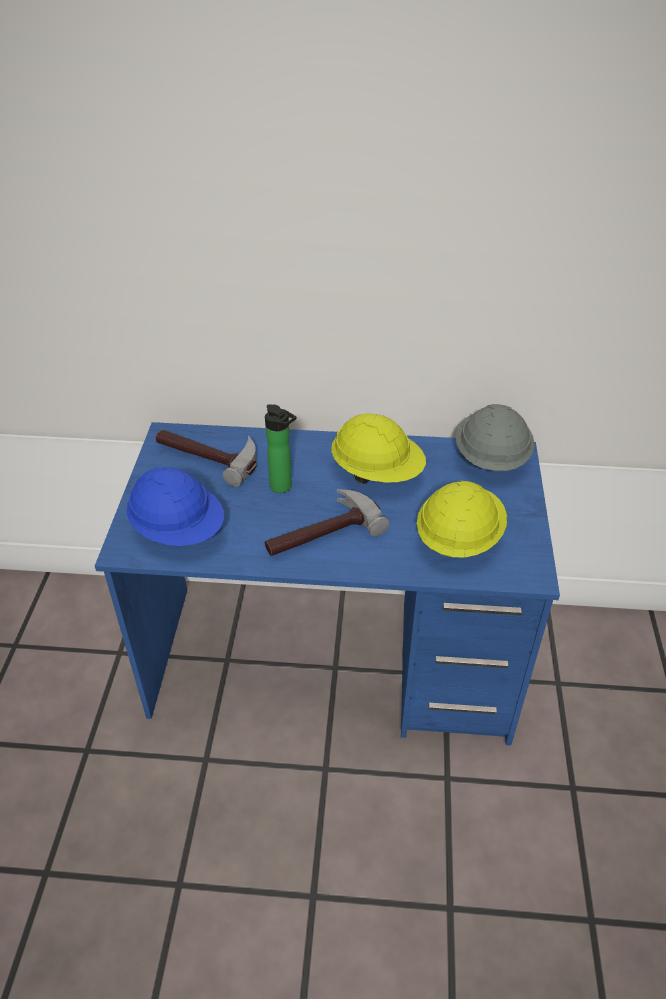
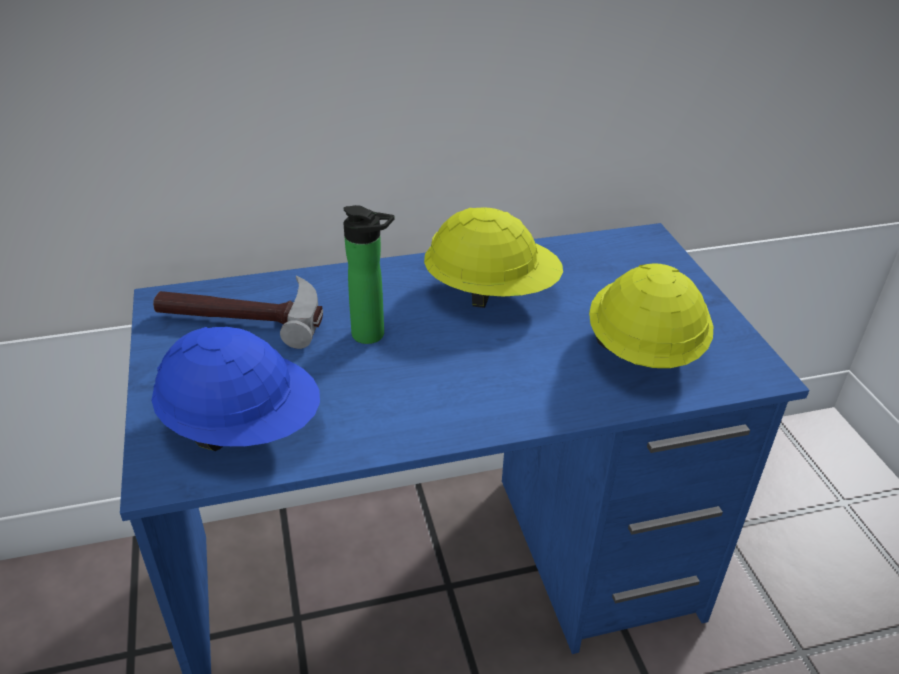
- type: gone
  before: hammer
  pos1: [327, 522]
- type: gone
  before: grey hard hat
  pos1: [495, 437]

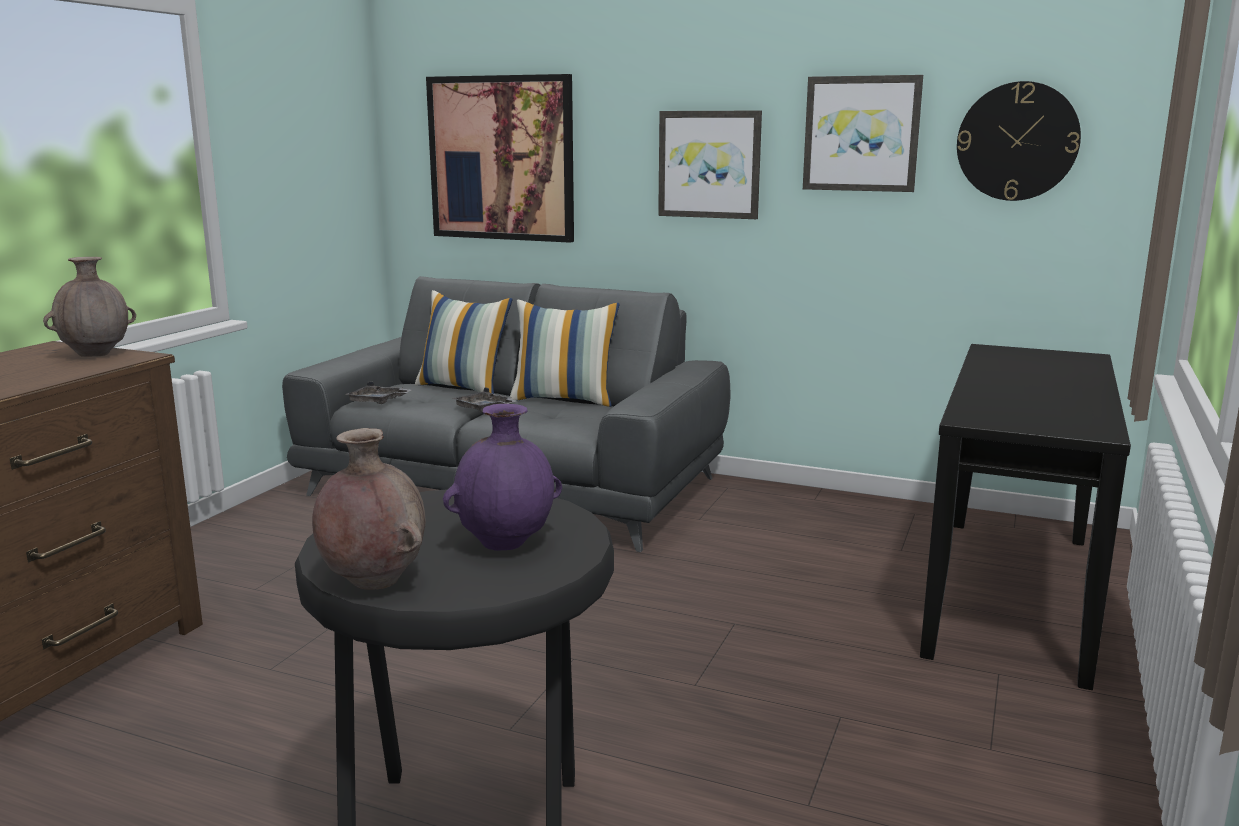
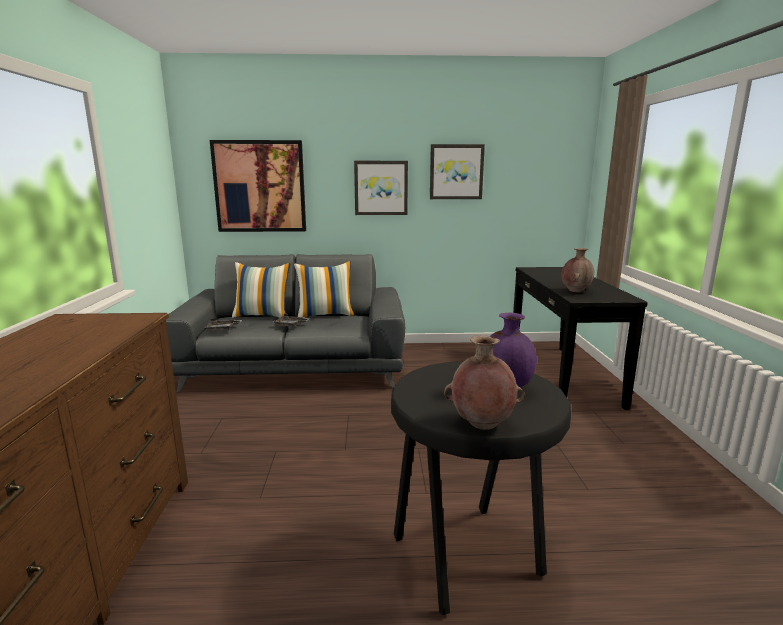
- type: shifted
  before: brown vase
  pos1: [89, 307]
  pos2: [578, 270]
- type: gone
  before: wall clock
  pos1: [1019, 141]

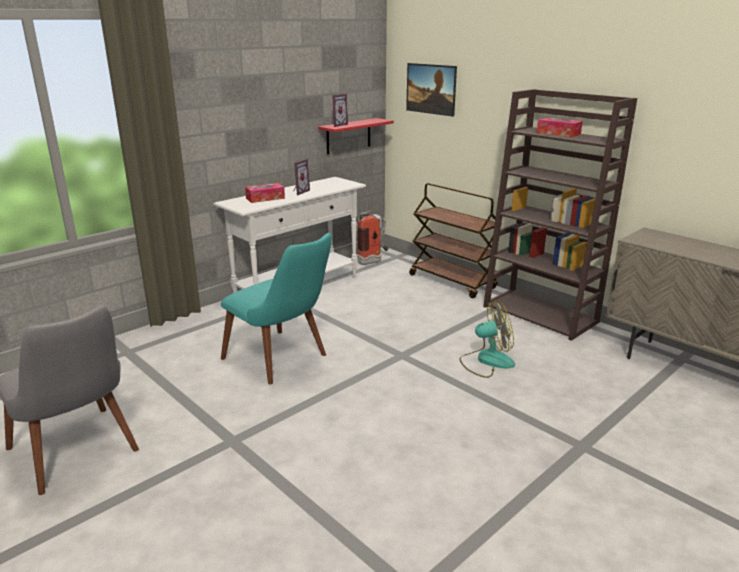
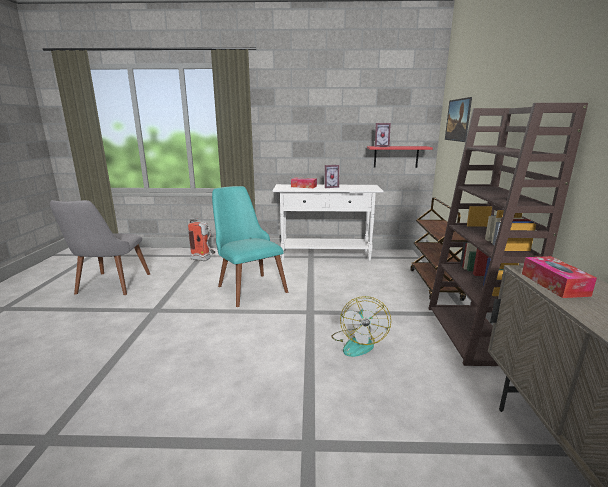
- type: shifted
  before: fire extinguisher
  pos1: [373, 237]
  pos2: [201, 239]
- type: rotated
  before: turquoise chair
  pos1: [276, 308]
  pos2: [250, 246]
  turn: 150
- type: rotated
  before: fan
  pos1: [487, 339]
  pos2: [361, 326]
  turn: 60
- type: shifted
  before: tissue box
  pos1: [560, 127]
  pos2: [559, 277]

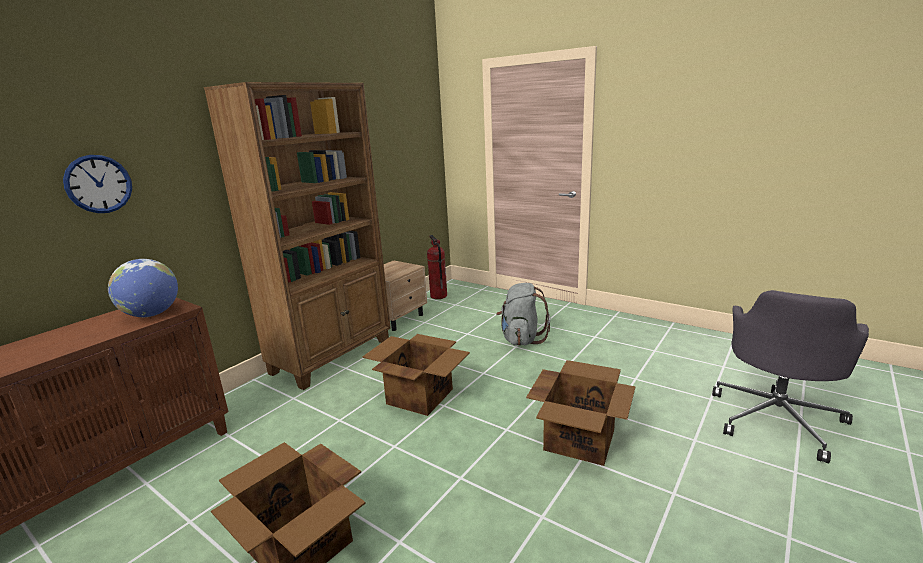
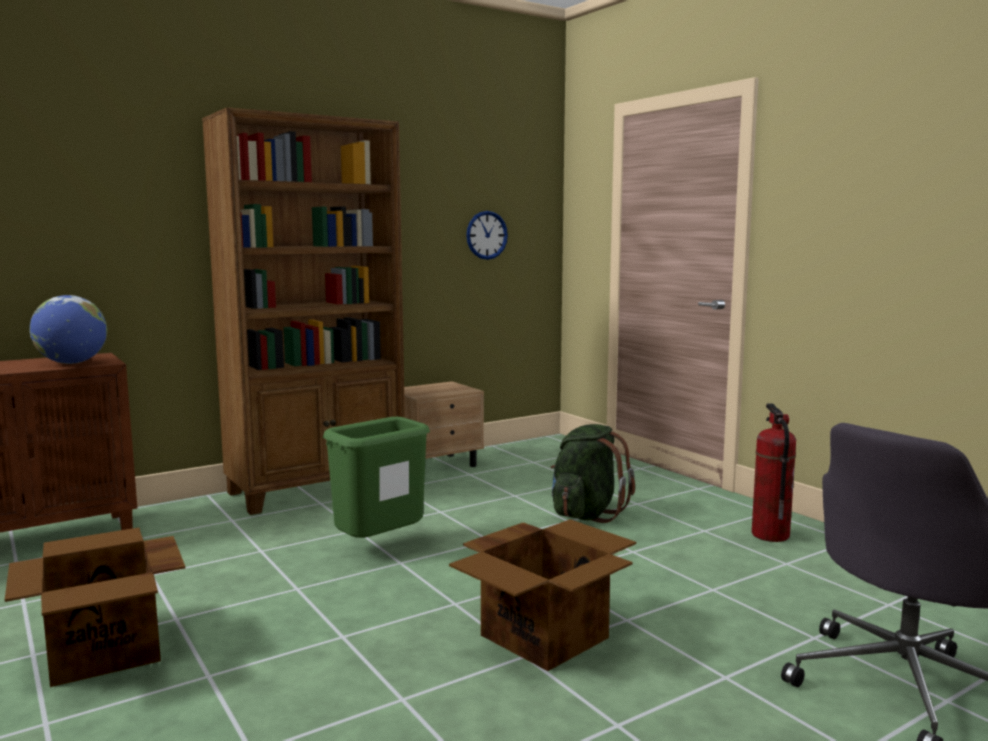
- type: swapped
  before: cardboard box
  after: green trash can
  pos1: [416, 375]
  pos2: [376, 477]
- type: shifted
  before: wall clock
  pos1: [97, 184]
  pos2: [487, 235]
- type: repainted
  before: grey backpack
  after: green backpack
  pos1: [523, 314]
  pos2: [593, 473]
- type: shifted
  before: fire extinguisher
  pos1: [437, 267]
  pos2: [774, 472]

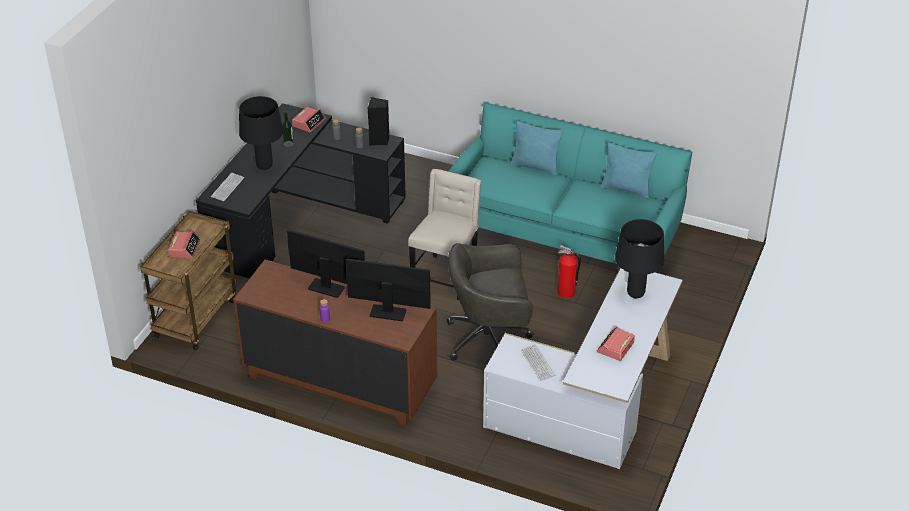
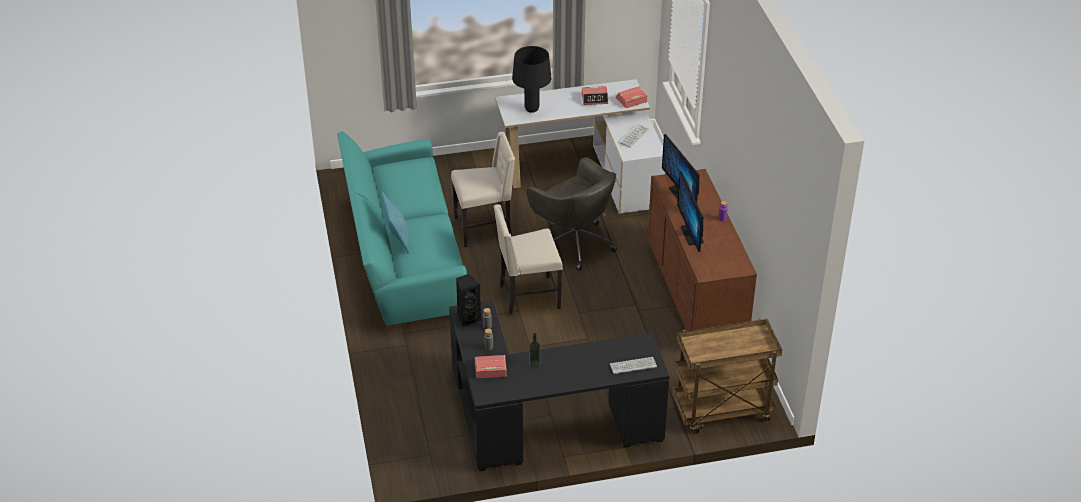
- type: swapped
  before: fire extinguisher
  after: beige chair
  pos1: [569, 272]
  pos2: [483, 189]
- type: shifted
  before: alarm clock
  pos1: [184, 245]
  pos2: [631, 97]
- type: gone
  before: black table lamp
  pos1: [261, 133]
- type: gone
  before: turquoise pillow
  pos1: [629, 170]

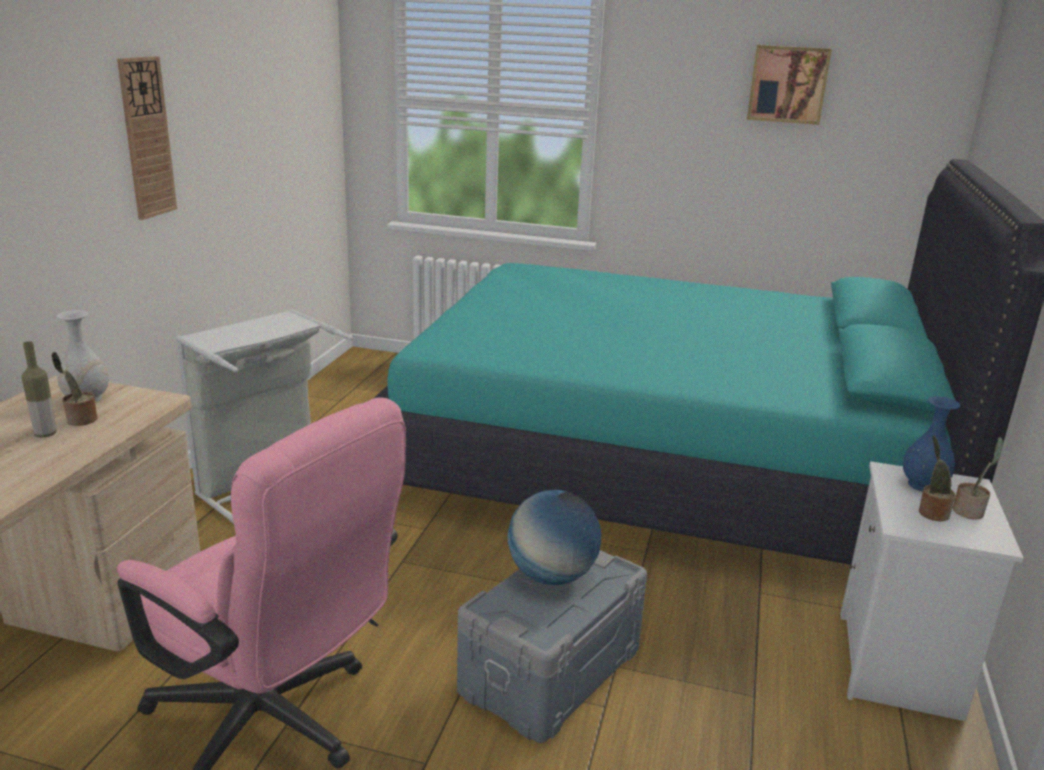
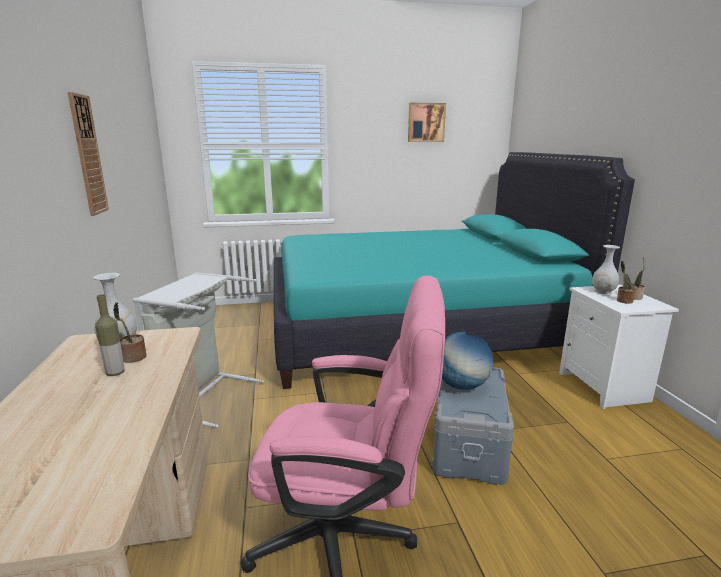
- type: repainted
  before: blue vase
  after: white vase
  pos1: [931, 444]
  pos2: [606, 269]

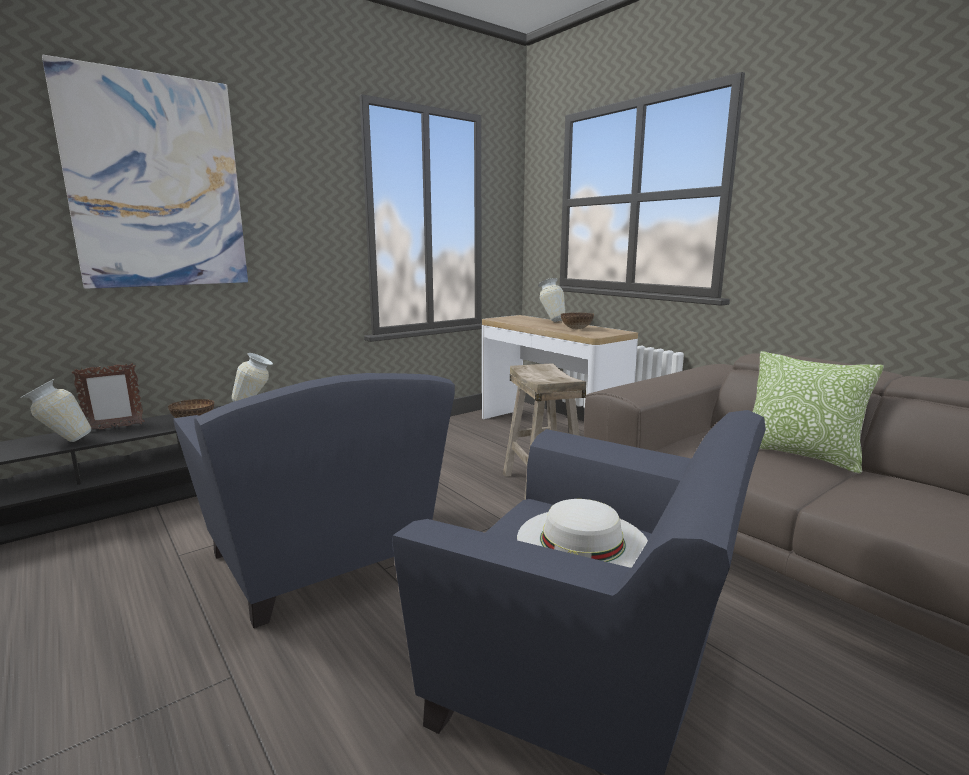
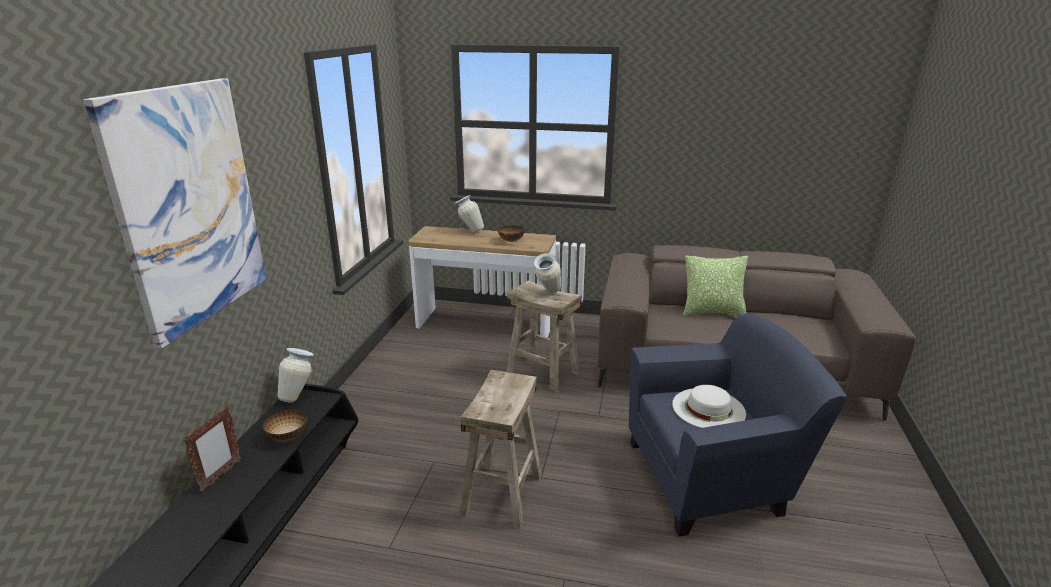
- type: swapped
  before: blue armchair
  after: beige stool
  pos1: [314, 500]
  pos2: [500, 449]
- type: shifted
  before: vase
  pos1: [56, 410]
  pos2: [547, 273]

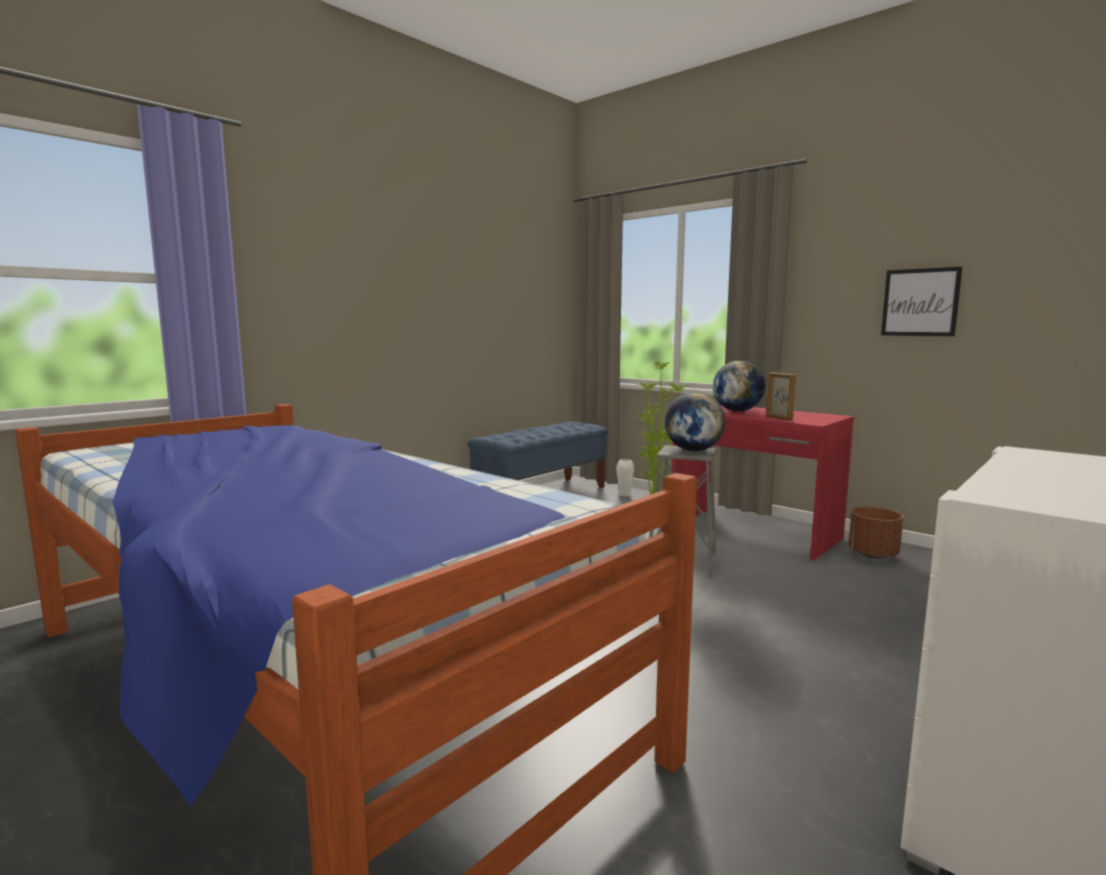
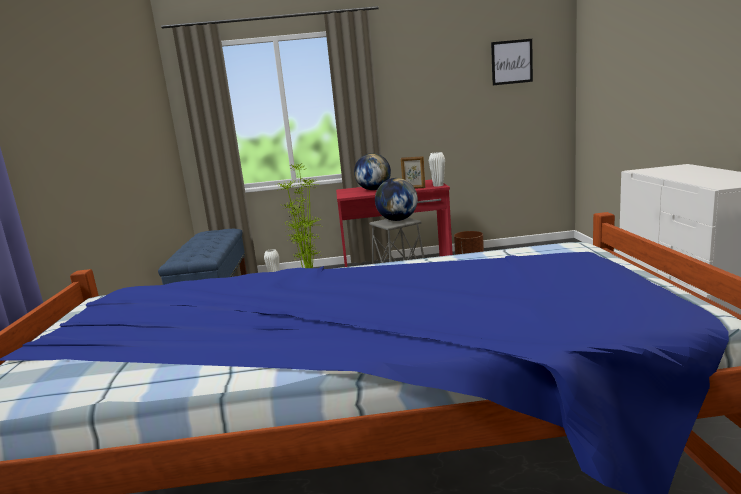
- type: new
  after: white vase
  pos2: [437, 169]
- type: shifted
  before: picture
  pos1: [921, 301]
  pos2: [512, 62]

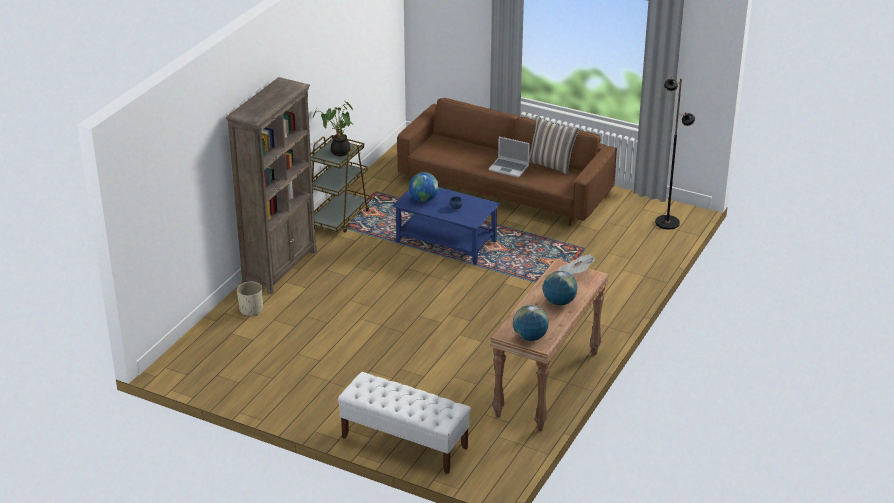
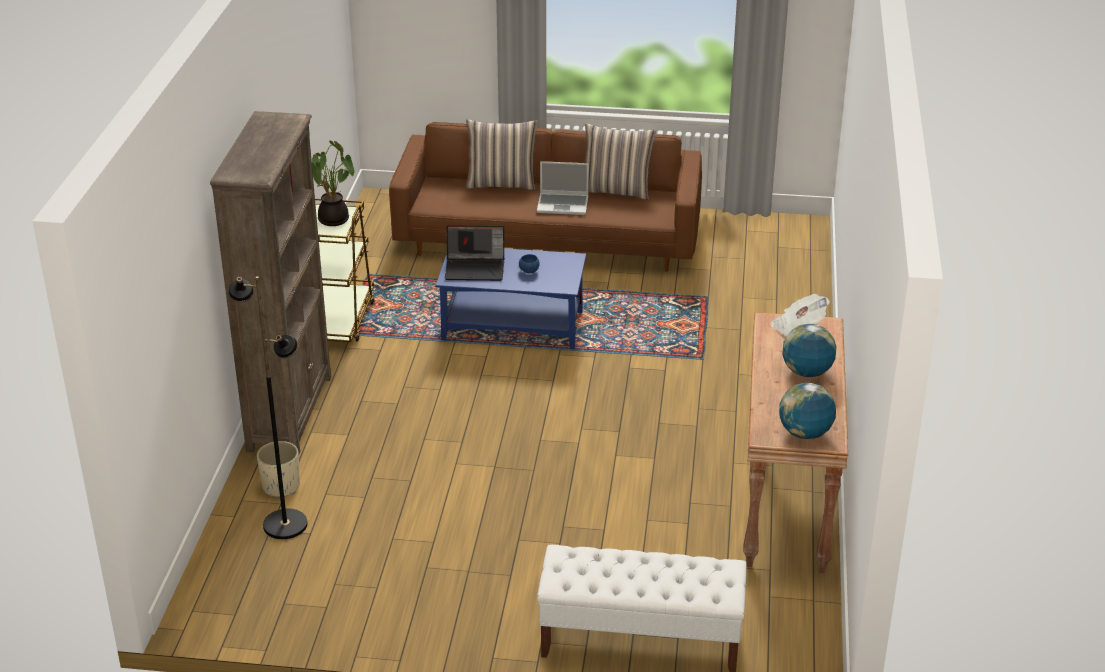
- type: shifted
  before: black floor lamp
  pos1: [675, 153]
  pos2: [267, 407]
- type: swapped
  before: globe
  after: laptop
  pos1: [424, 187]
  pos2: [474, 253]
- type: new
  after: pillow
  pos2: [502, 154]

